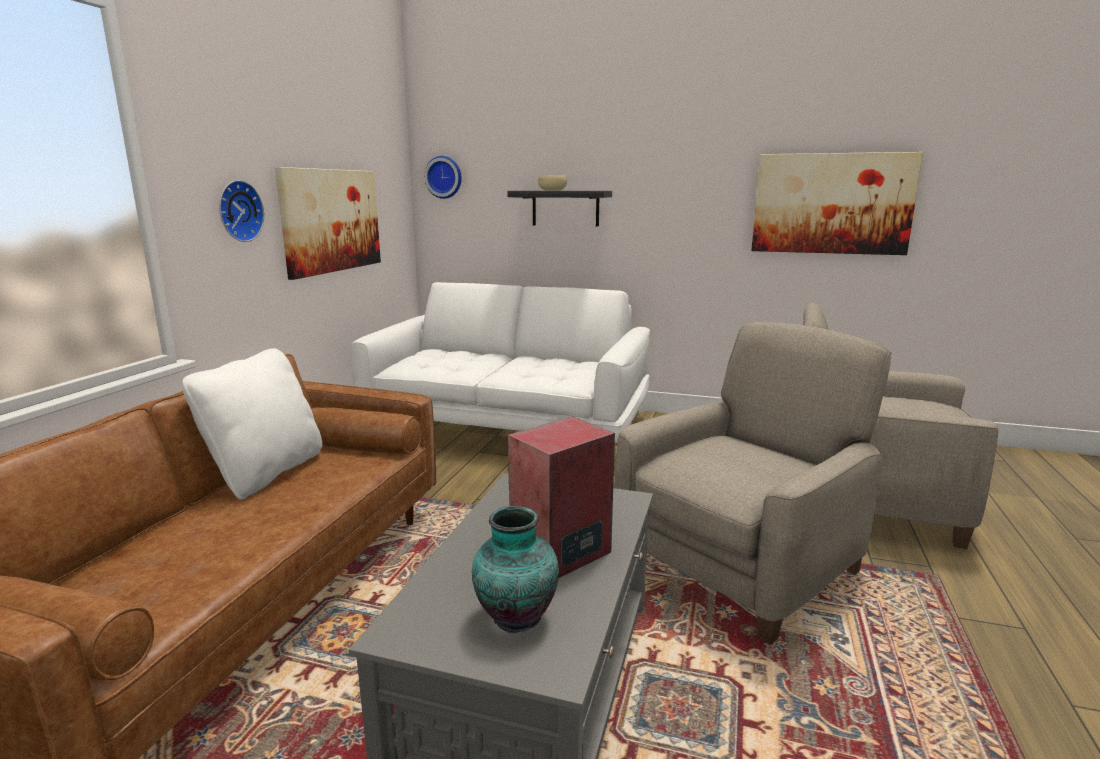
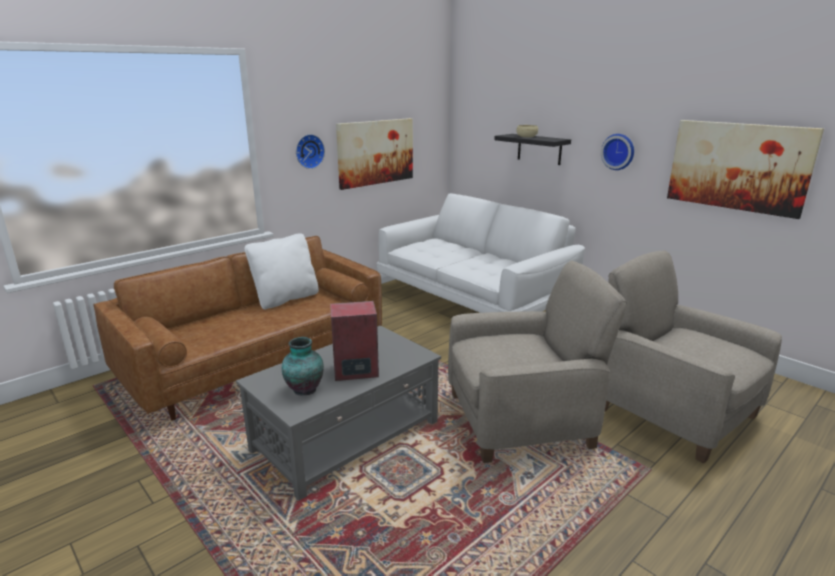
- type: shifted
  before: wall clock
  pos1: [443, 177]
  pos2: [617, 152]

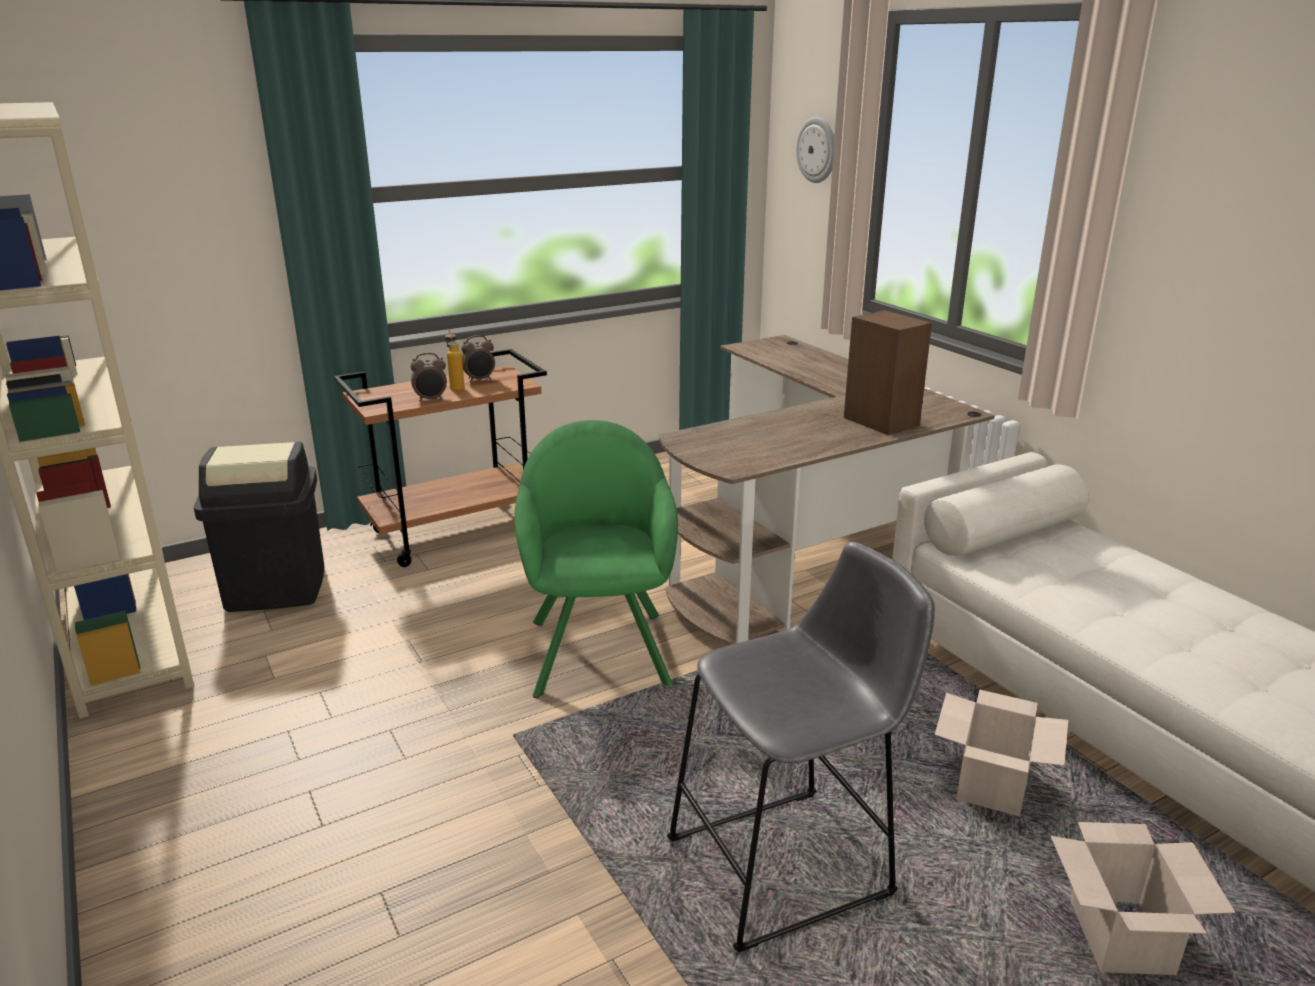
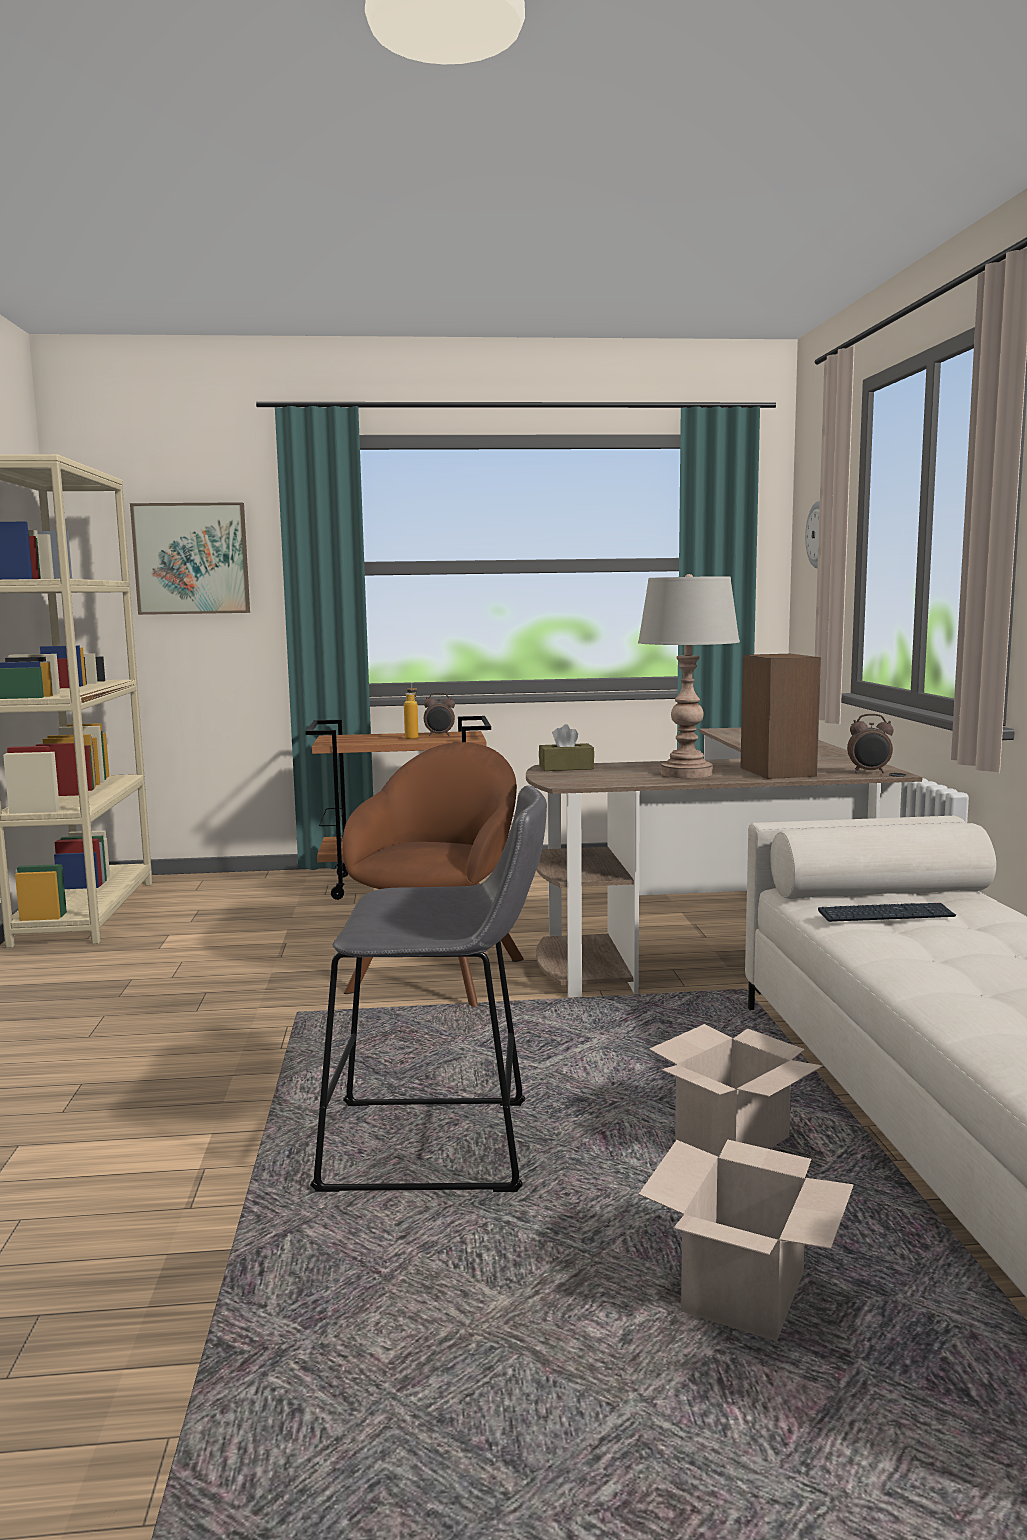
- type: new
  after: picture
  pos2: [190, 558]
- type: repainted
  before: green armchair
  after: brown armchair
  pos1: [596, 559]
  pos2: [433, 874]
- type: new
  after: brown tissue box
  pos2: [566, 747]
- type: new
  after: grey table lamp
  pos2: [689, 676]
- type: new
  after: keyboard
  pos2: [887, 912]
- type: shifted
  before: alarm clock
  pos1: [429, 377]
  pos2: [870, 743]
- type: gone
  before: black trash can
  pos1: [259, 527]

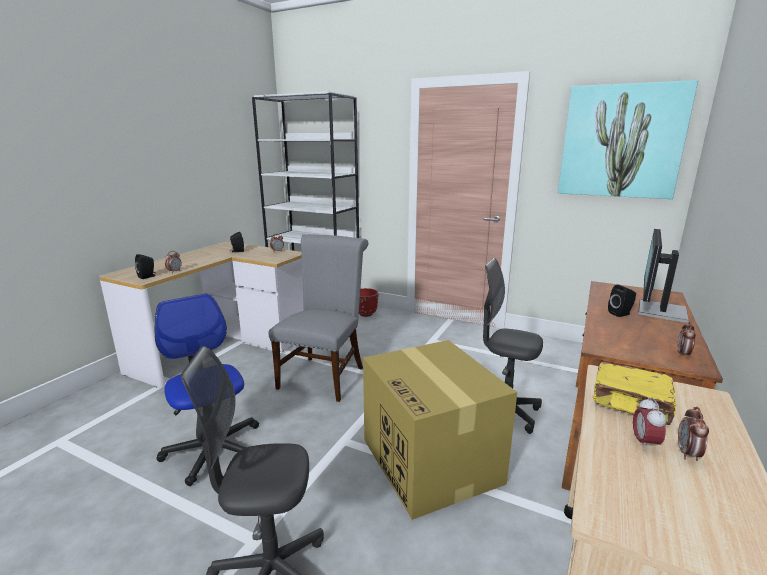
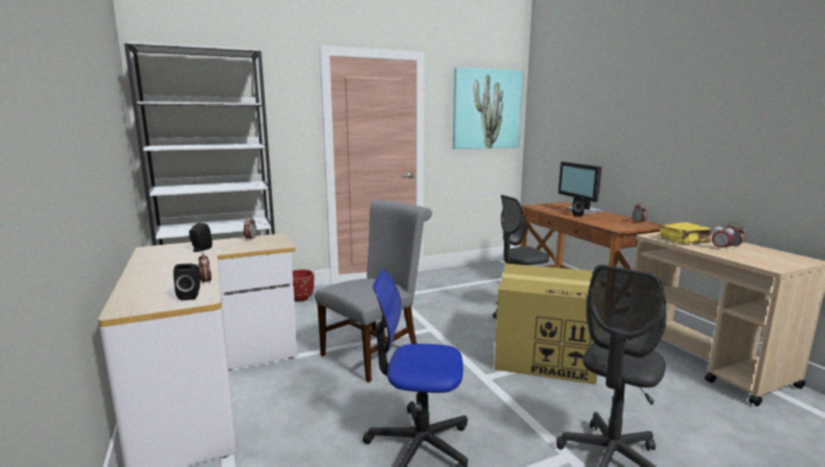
- type: rotated
  before: grey chair
  pos1: [318, 318]
  pos2: [373, 291]
  turn: 75

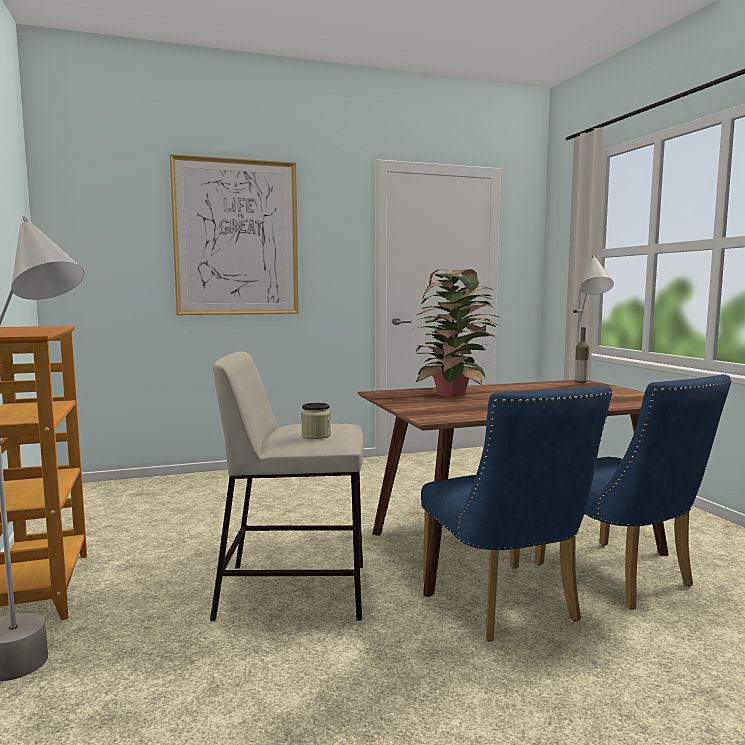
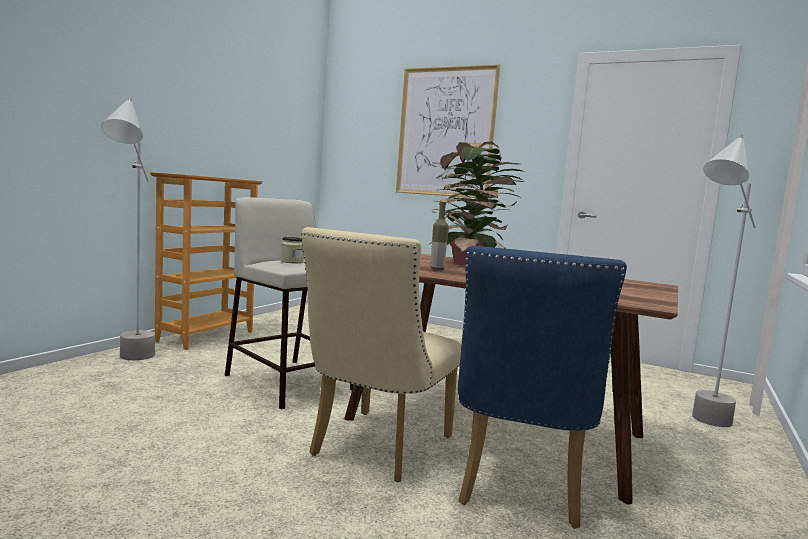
- type: repainted
  before: blue chair
  after: beige chair
  pos1: [517, 513]
  pos2: [381, 354]
- type: shifted
  before: bottle
  pos1: [582, 355]
  pos2: [440, 236]

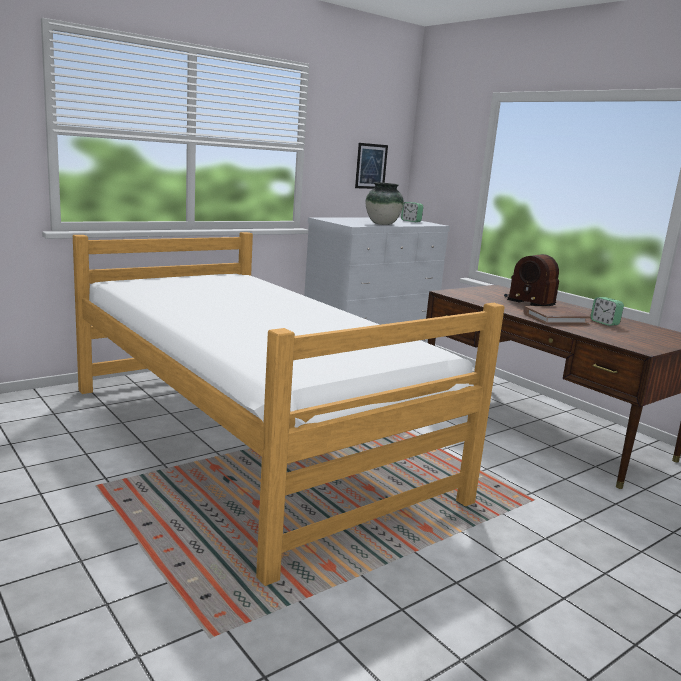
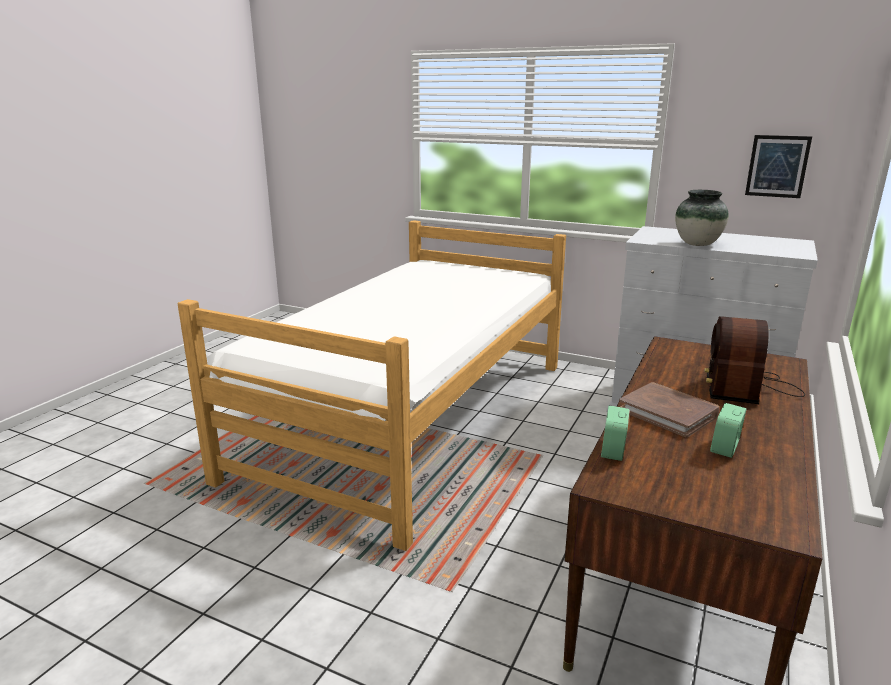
- type: shifted
  before: alarm clock
  pos1: [412, 212]
  pos2: [615, 433]

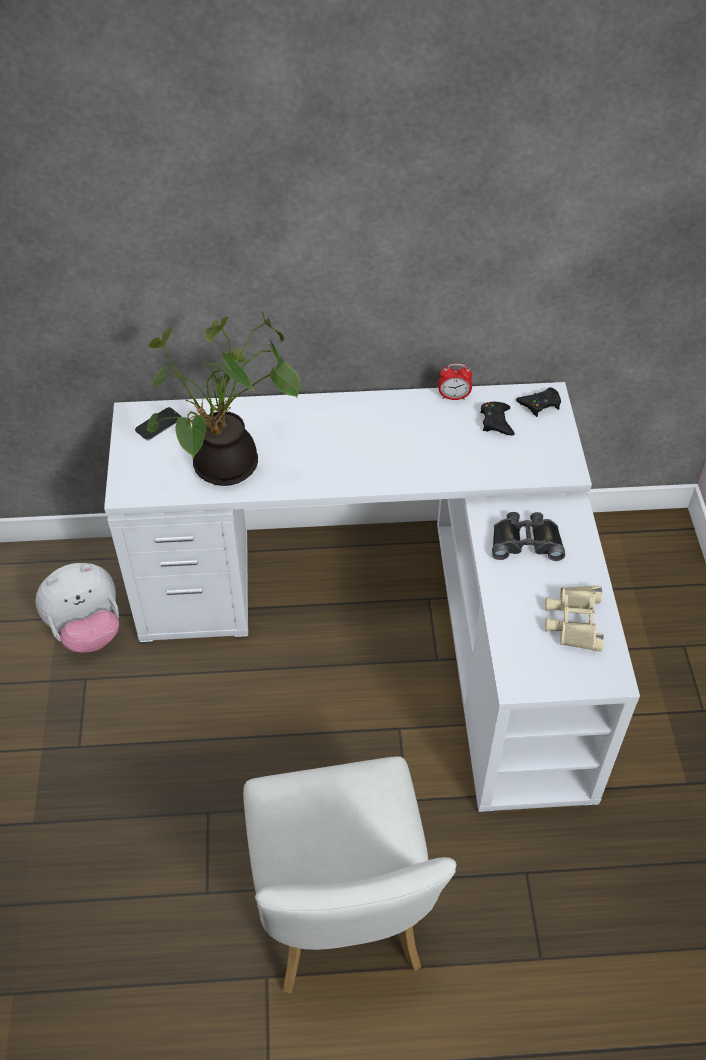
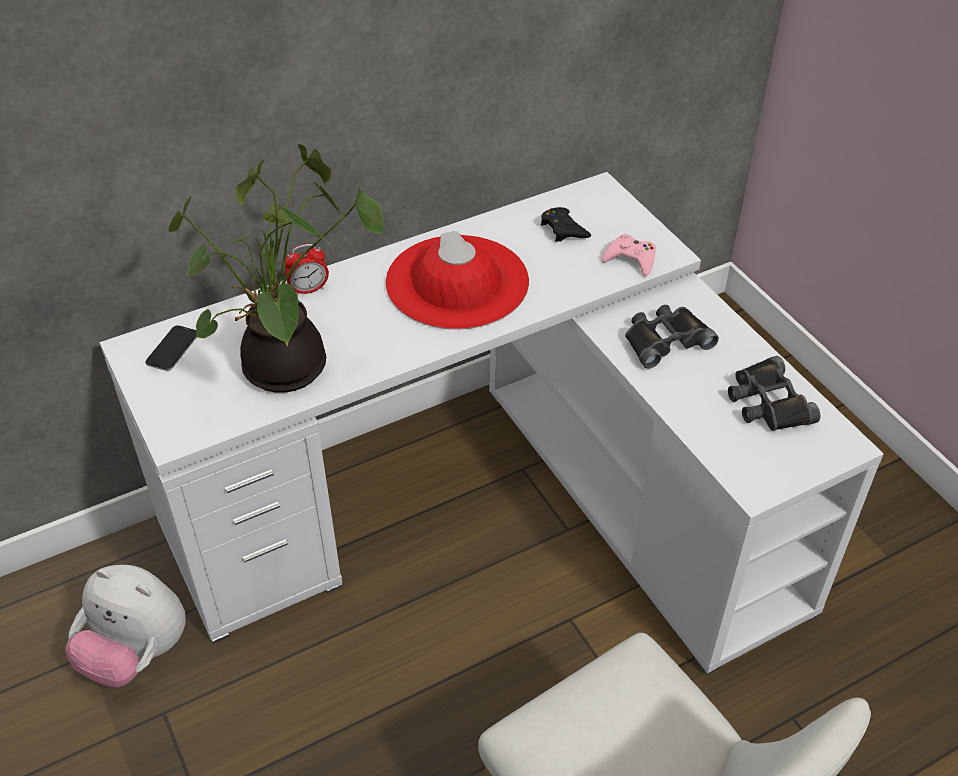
- type: rotated
  before: plush toy
  pos1: [77, 608]
  pos2: [125, 626]
  turn: 75
- type: shifted
  before: alarm clock
  pos1: [455, 382]
  pos2: [307, 269]
- type: new
  after: red hat
  pos2: [457, 280]
- type: new
  after: pink game controller
  pos2: [629, 255]
- type: repainted
  before: beige binoculars
  after: black binoculars
  pos1: [574, 619]
  pos2: [774, 393]
- type: gone
  before: black game controller
  pos1: [538, 402]

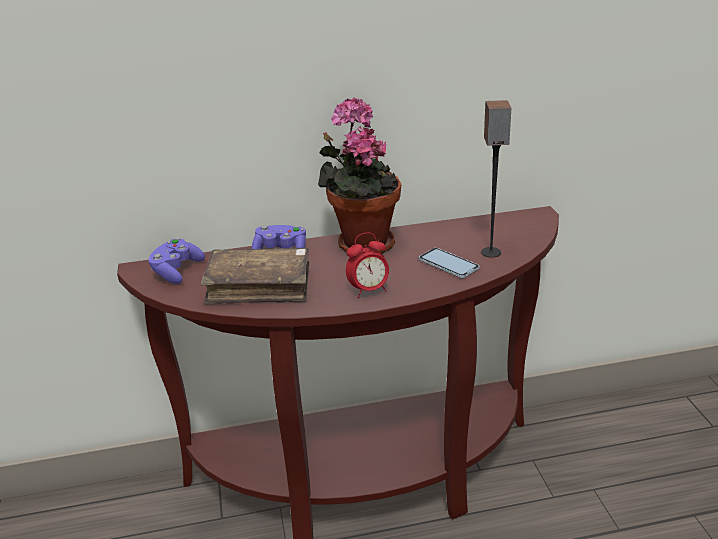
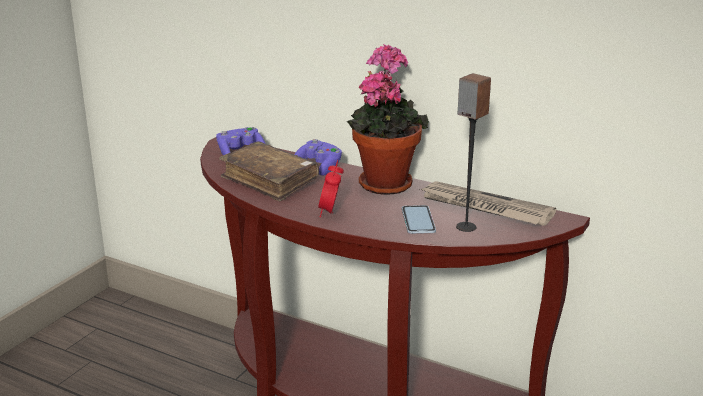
- type: rotated
  before: alarm clock
  pos1: [367, 265]
  pos2: [331, 188]
  turn: 75
- type: new
  after: newspaper
  pos2: [488, 203]

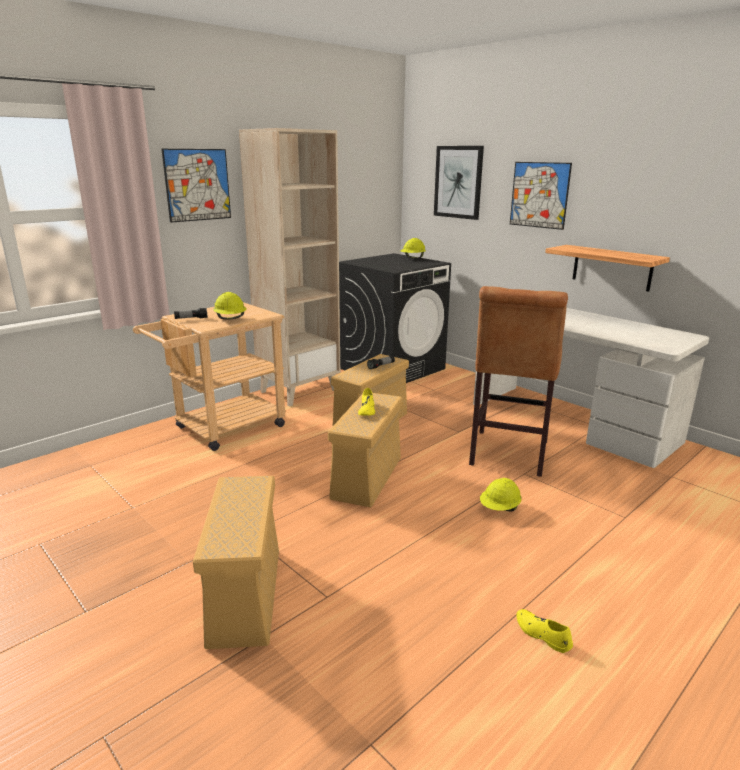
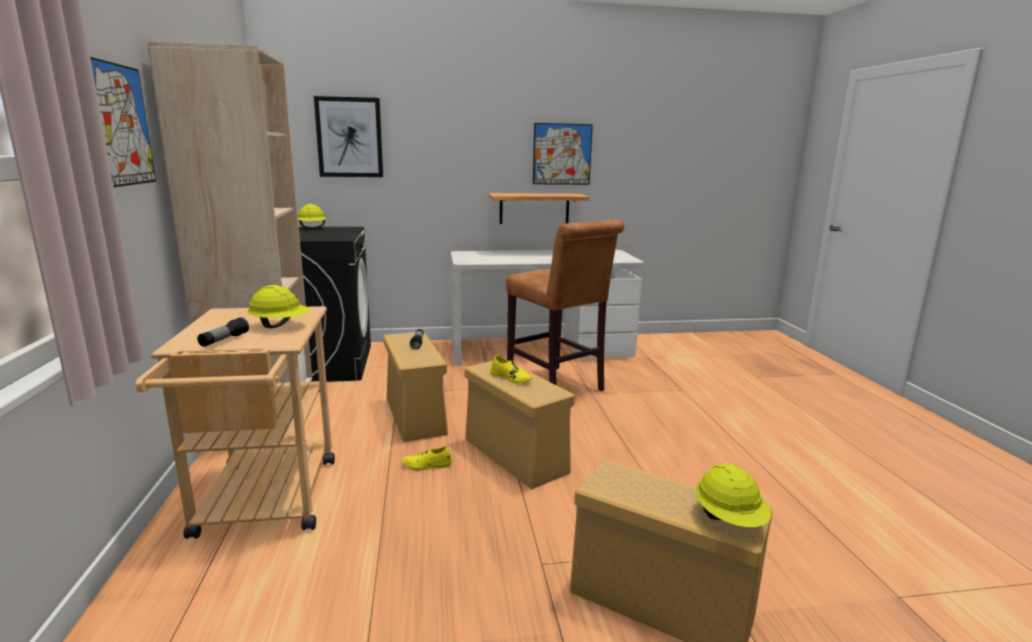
- type: shifted
  before: yellow shoe
  pos1: [545, 631]
  pos2: [427, 458]
- type: shifted
  before: picture
  pos1: [541, 196]
  pos2: [563, 154]
- type: shifted
  before: yellow hard hat
  pos1: [501, 495]
  pos2: [733, 495]

